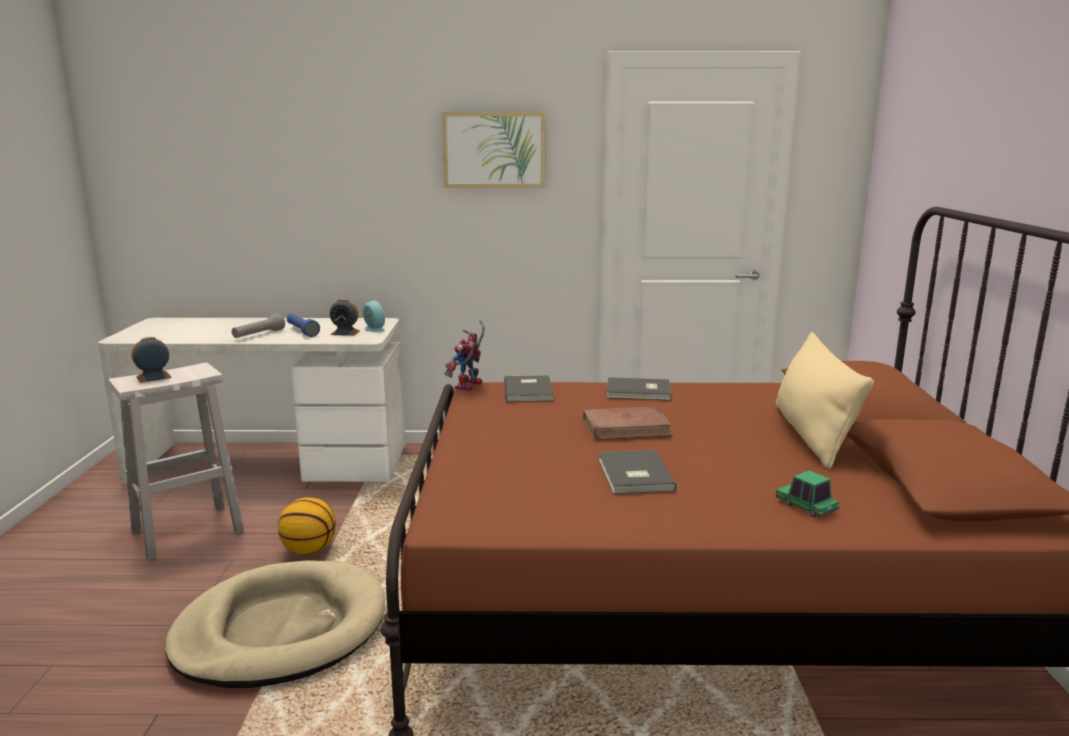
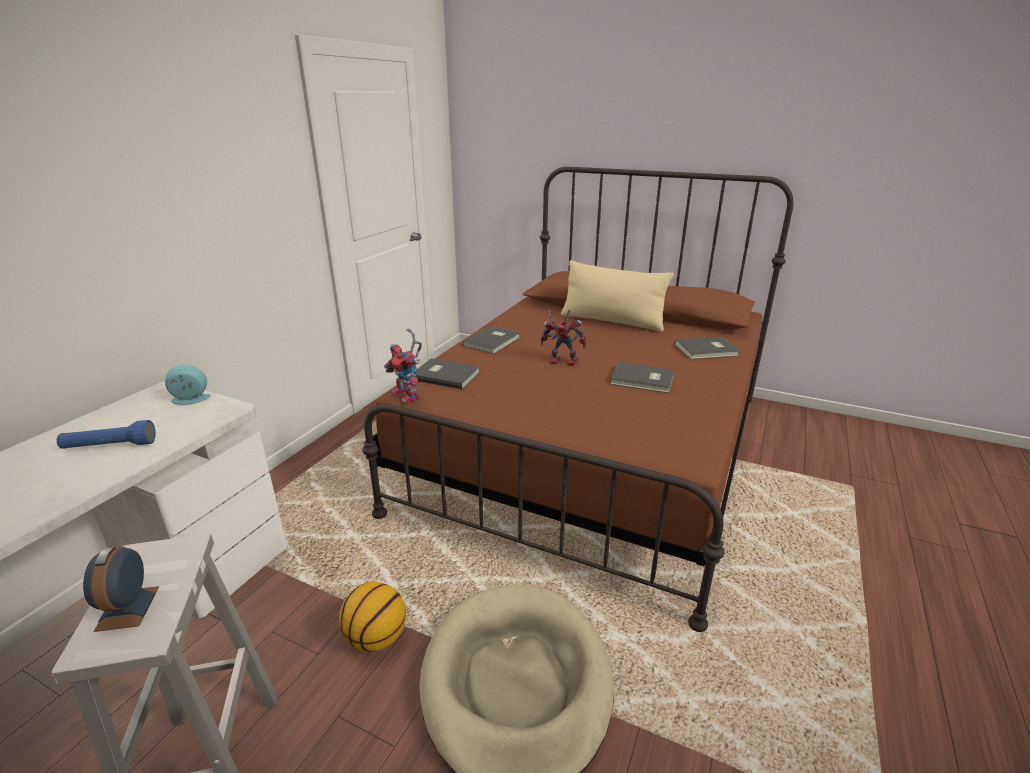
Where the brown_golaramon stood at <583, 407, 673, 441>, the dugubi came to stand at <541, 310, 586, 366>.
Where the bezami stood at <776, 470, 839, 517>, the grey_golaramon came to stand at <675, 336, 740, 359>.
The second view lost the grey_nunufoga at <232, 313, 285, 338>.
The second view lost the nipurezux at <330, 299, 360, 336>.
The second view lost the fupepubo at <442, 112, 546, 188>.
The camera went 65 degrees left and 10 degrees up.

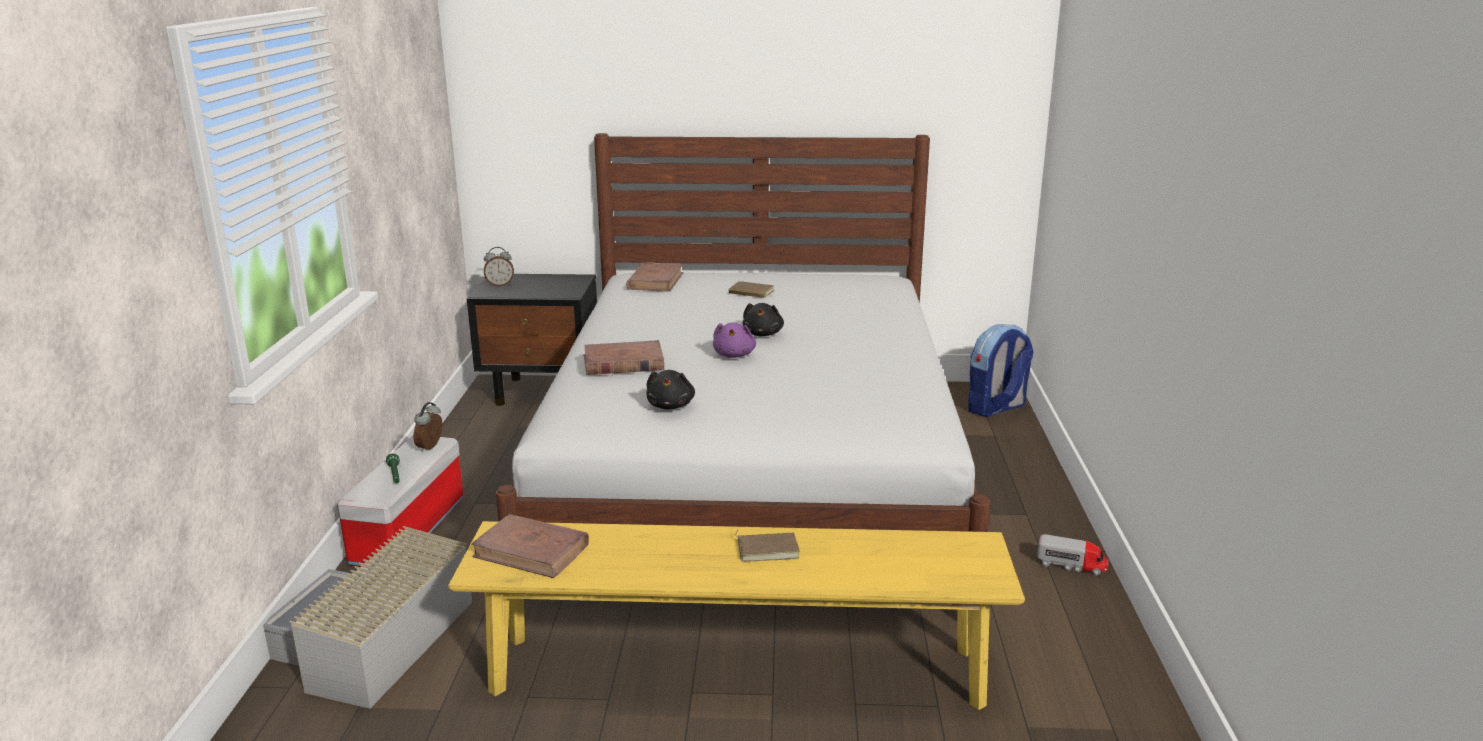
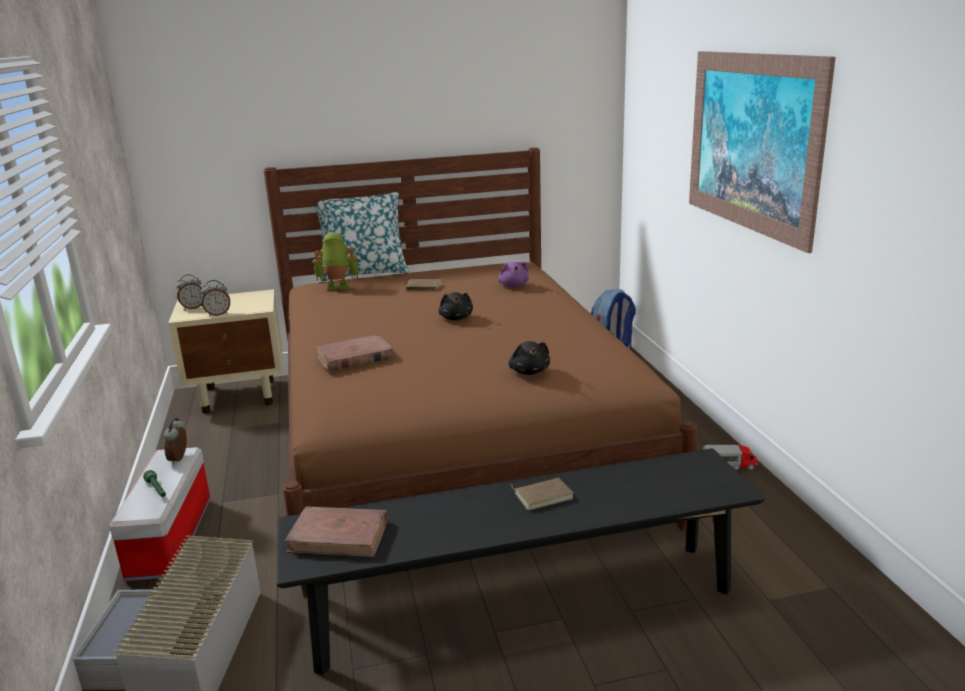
What was the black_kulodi at <467, 274, 597, 406> turned into the beige_kulodi at <168, 289, 282, 413>.
The second view gained the nipurezux at <201, 280, 230, 316>.
What was the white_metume at <496, 133, 990, 532> turned into the brown_metume at <264, 148, 698, 598>.
What was the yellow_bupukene at <448, 521, 1025, 710> turned into the black_bupukene at <277, 448, 765, 676>.
Where the brown_golaramon stood at <626, 263, 684, 292>, the dugubi came to stand at <312, 232, 359, 290>.
The second view gained the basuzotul at <316, 192, 409, 281>.
The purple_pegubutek ended up elsewhere, having gone from <713, 322, 756, 358> to <498, 262, 529, 287>.
The black_pegubutek ended up elsewhere, having gone from <646, 370, 695, 409> to <509, 341, 550, 375>.
The second view gained the fupepubo at <689, 51, 836, 253>.
The camera went 15 degrees left and 0 degrees up.

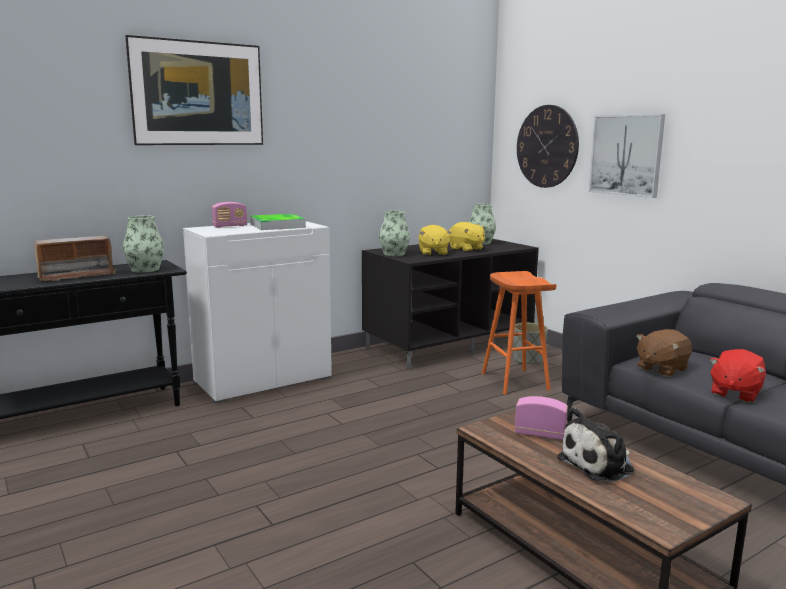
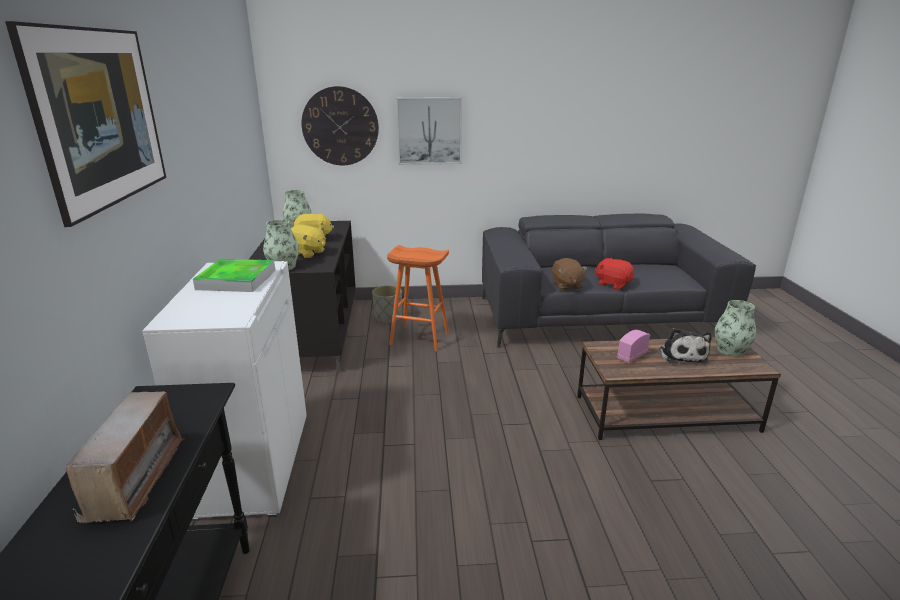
The red_pegubutek at <709, 349, 766, 403> ended up facing another way, 150 degrees clockwise from before.
The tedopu ended up elsewhere, having gone from <123, 216, 164, 273> to <715, 300, 756, 357>.
The second view lost the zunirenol at <212, 202, 247, 228>.
The camera went 60 degrees left and 10 degrees up.

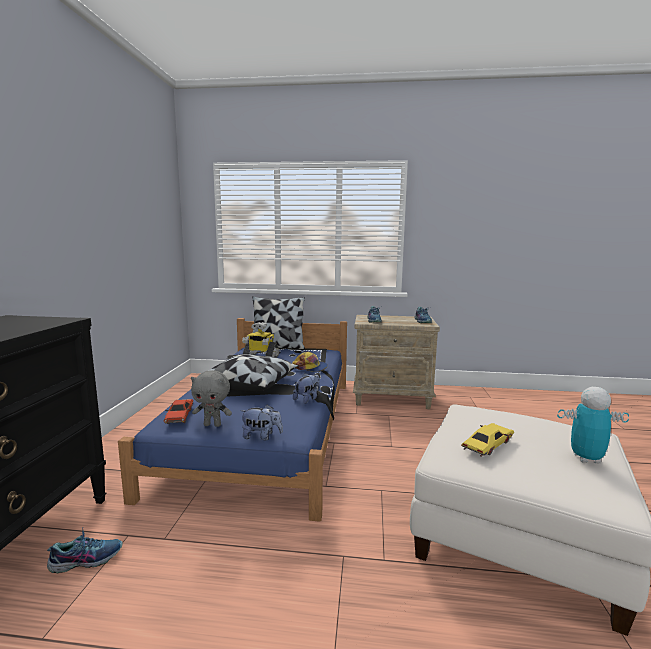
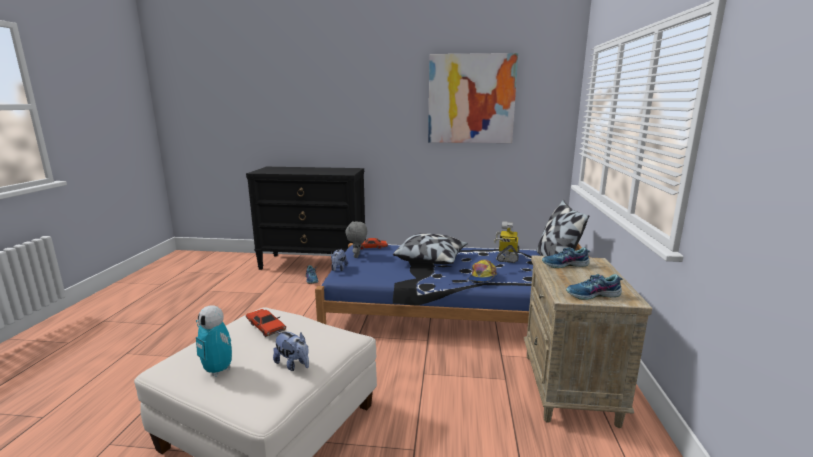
The dugubi at <557, 387, 629, 464> ended up facing another way, 120 degrees clockwise from before.
What was the yellow_bezami at <461, 423, 514, 457> turned into the red_bezami at <246, 309, 286, 337>.
The pegubutek ended up elsewhere, having gone from <293, 373, 320, 404> to <273, 331, 309, 371>.
The second view gained the fupepubo at <428, 53, 518, 143>.
The camera went 90 degrees right and 5 degrees up.

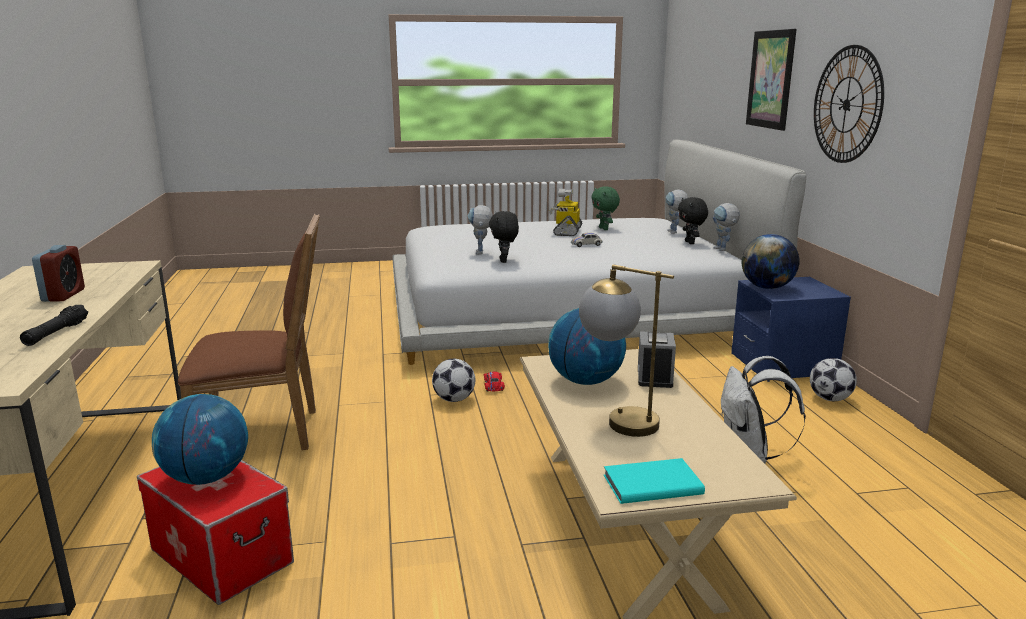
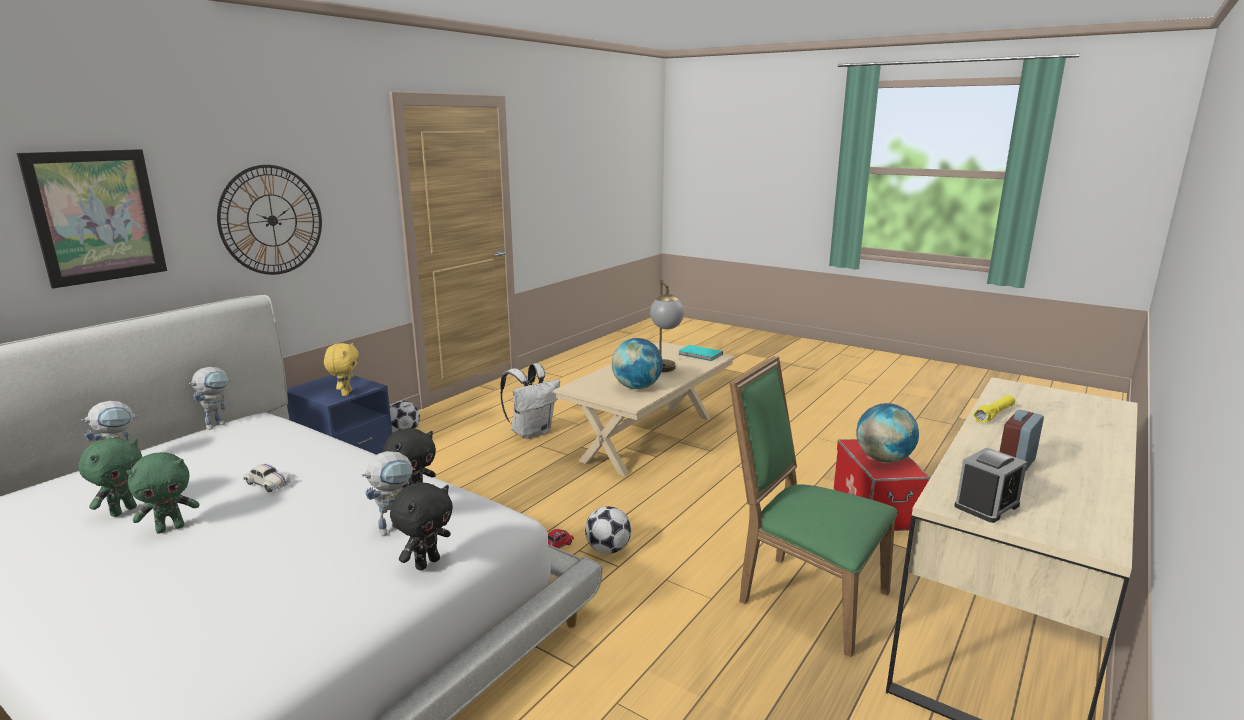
Where the dugubi stood at <549, 189, 582, 236>, the green_pegubutek came to stand at <126, 452, 199, 533>.
Where the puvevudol stood at <742, 234, 799, 289>, the yellow_pegubutek came to stand at <324, 343, 359, 396>.
The black_pegubutek ended up elsewhere, having gone from <678, 197, 708, 244> to <390, 482, 453, 570>.
What was the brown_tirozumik at <178, 214, 320, 450> turned into the green_tirozumik at <730, 356, 897, 657>.
The nipurezux ended up elsewhere, having gone from <638, 331, 676, 388> to <954, 447, 1027, 523>.
What was the black_nunufoga at <20, 305, 88, 346> turned into the yellow_nunufoga at <973, 395, 1015, 423>.
The camera went 135 degrees left and 0 degrees up.

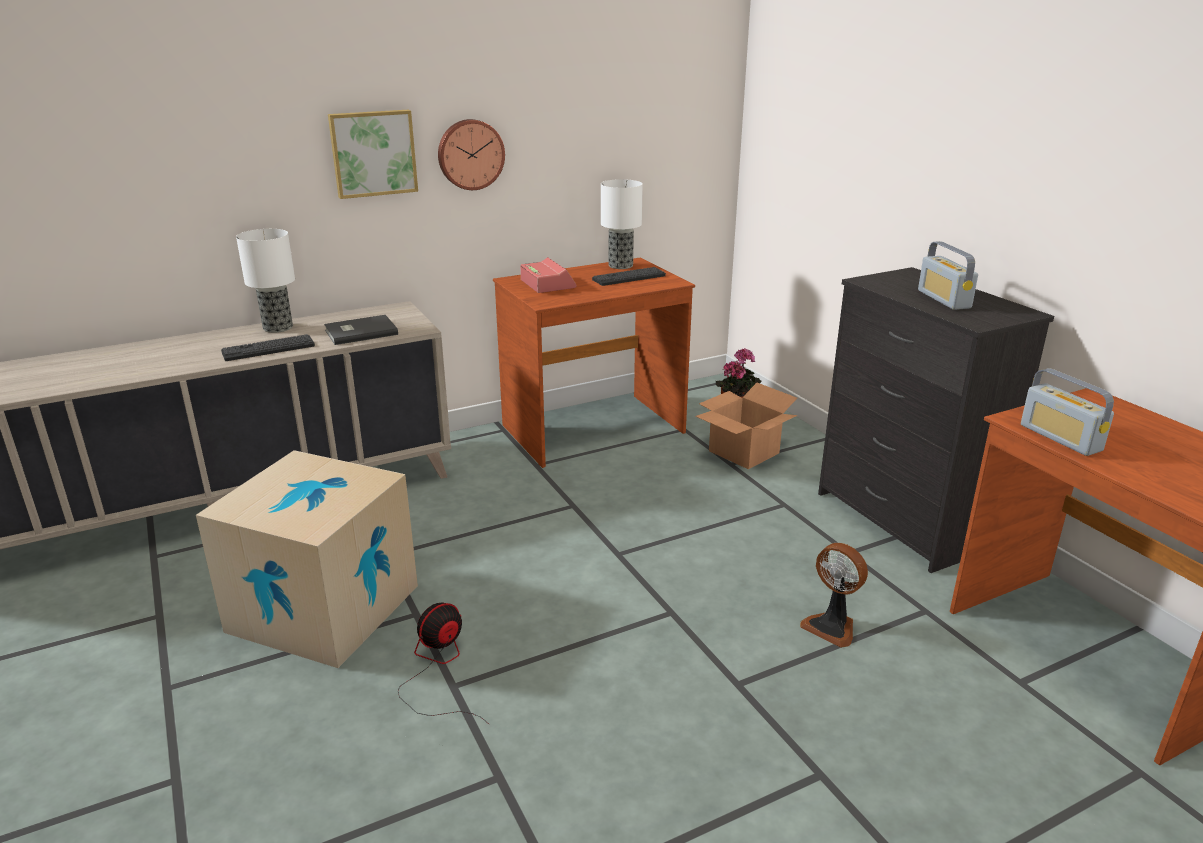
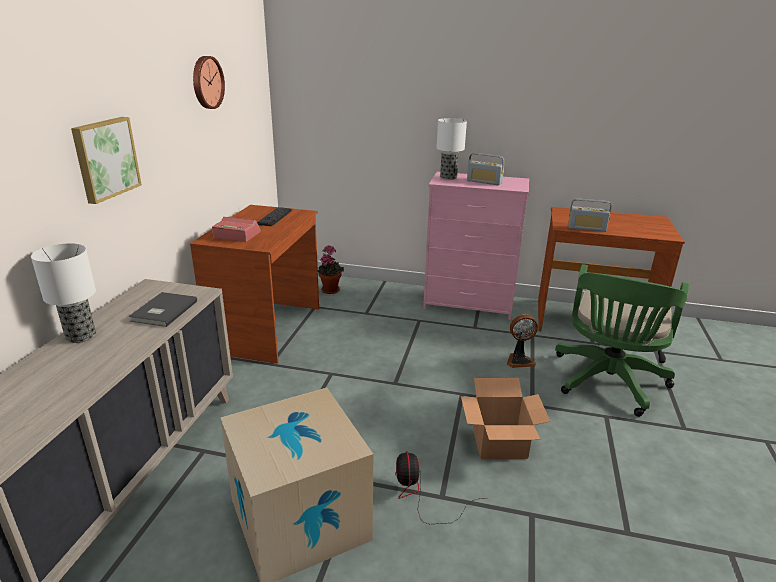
The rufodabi ended up elsewhere, having gone from <438, 119, 505, 190> to <193, 56, 225, 109>.
What was the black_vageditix at <818, 267, 1054, 573> turned into the pink_vageditix at <423, 172, 529, 320>.
The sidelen ended up elsewhere, having gone from <601, 179, 643, 269> to <436, 118, 467, 180>.
The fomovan ended up elsewhere, having gone from <695, 383, 797, 469> to <461, 378, 551, 459>.
The second view gained the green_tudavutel at <555, 264, 689, 417>.
The second view lost the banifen at <221, 334, 315, 361>.
The camera went 50 degrees left and 0 degrees up.

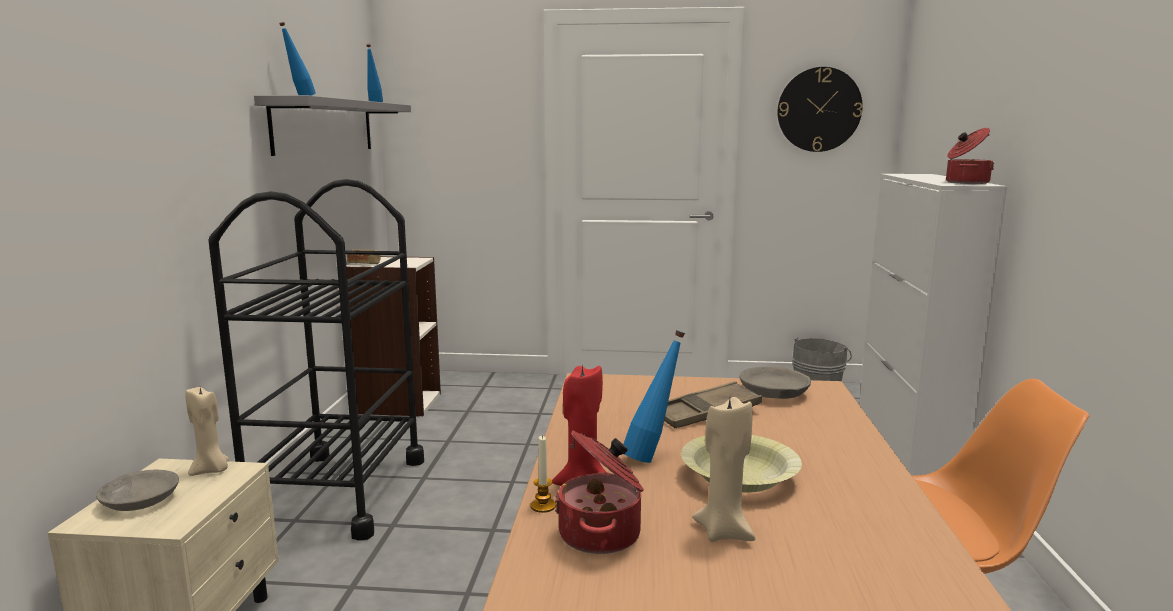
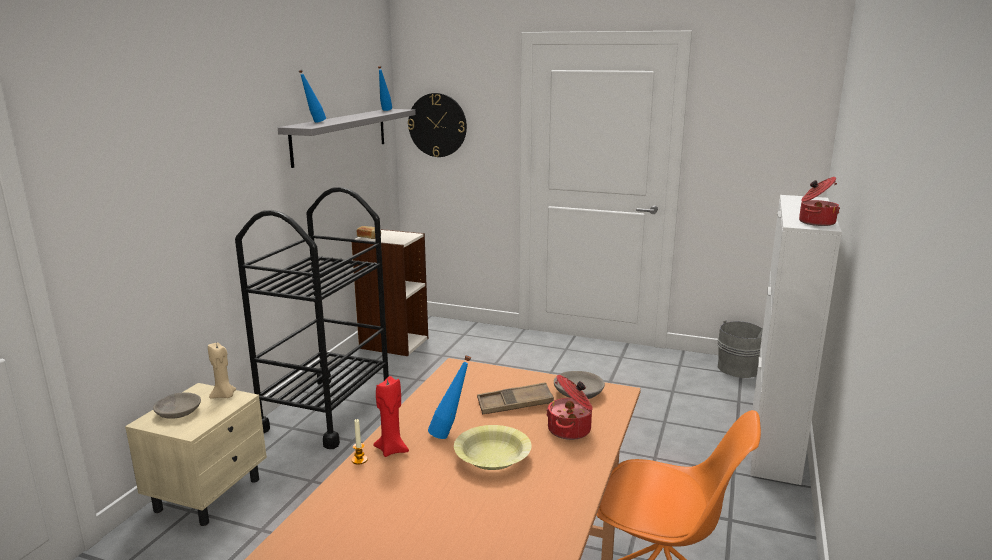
The rufodabi ended up elsewhere, having gone from <777, 67, 863, 152> to <408, 93, 467, 157>.
The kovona ended up elsewhere, having gone from <555, 431, 644, 554> to <546, 375, 593, 440>.
The second view lost the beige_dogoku at <692, 397, 756, 542>.
The camera went 15 degrees right and 5 degrees up.

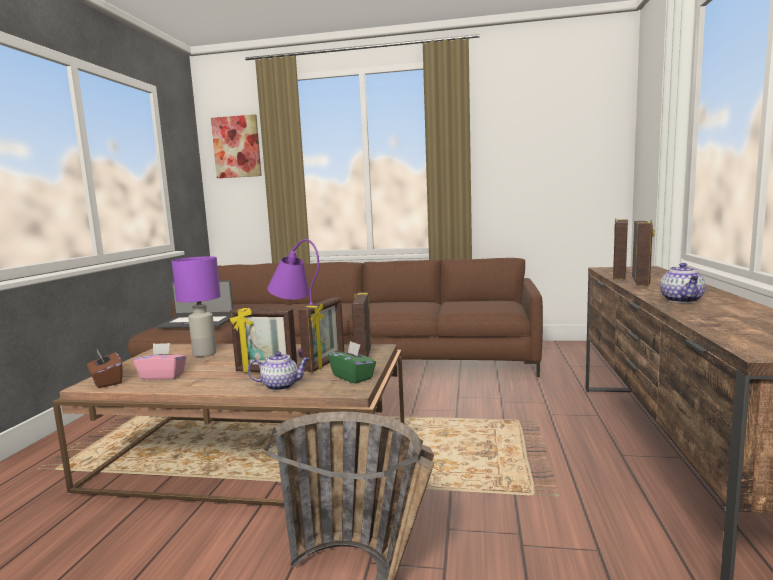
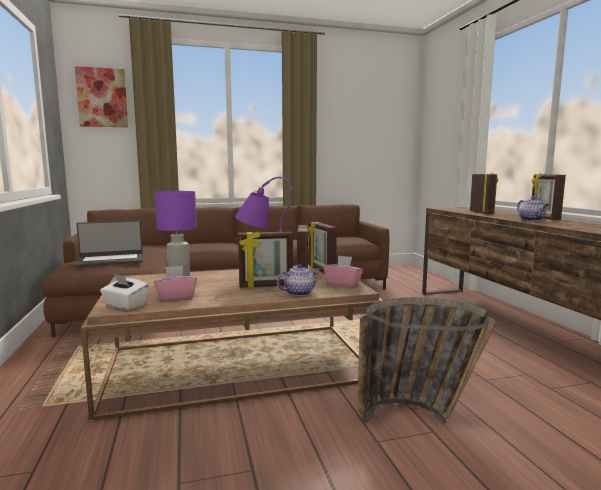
What was the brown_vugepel at <87, 349, 123, 388> turned into the white_vugepel at <100, 274, 149, 310>.
What was the green_vugepel at <328, 341, 376, 384> turned into the pink_vugepel at <323, 255, 363, 287>.
The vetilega ended up elsewhere, having gone from <613, 218, 628, 279> to <532, 173, 566, 220>.
The camera went 25 degrees left and 0 degrees up.

